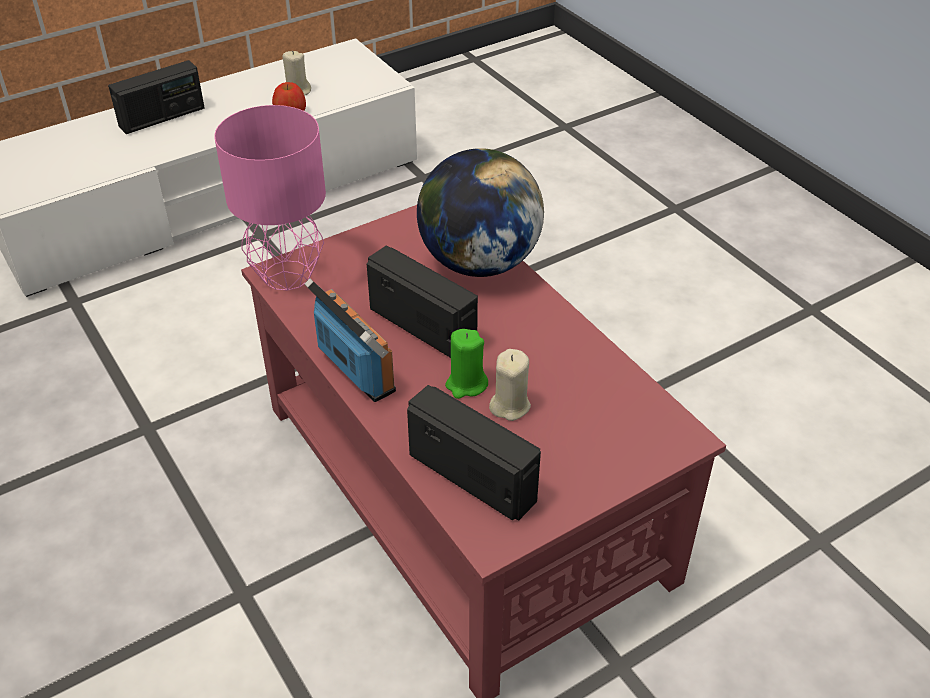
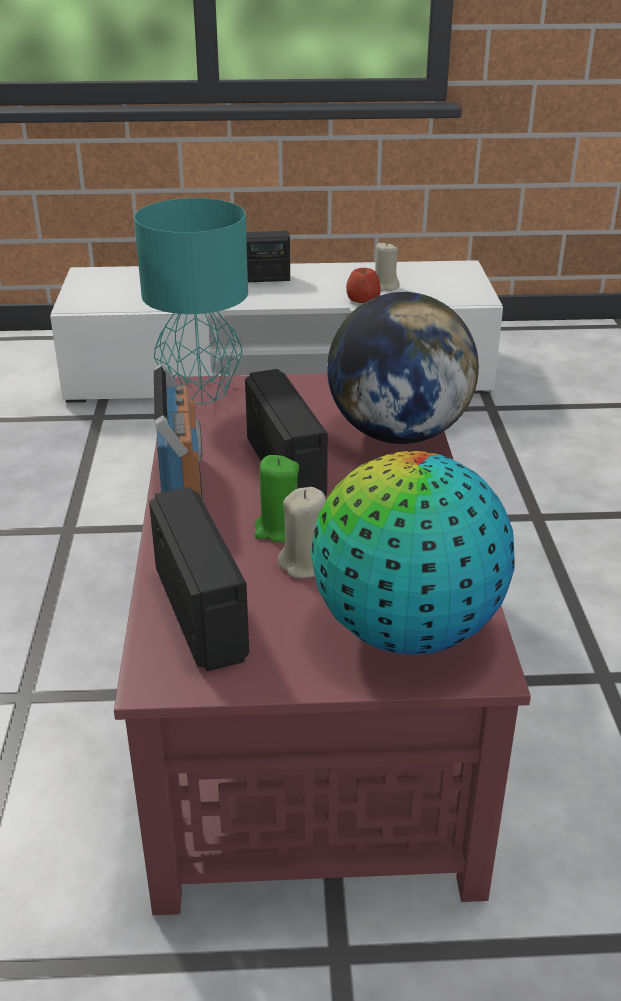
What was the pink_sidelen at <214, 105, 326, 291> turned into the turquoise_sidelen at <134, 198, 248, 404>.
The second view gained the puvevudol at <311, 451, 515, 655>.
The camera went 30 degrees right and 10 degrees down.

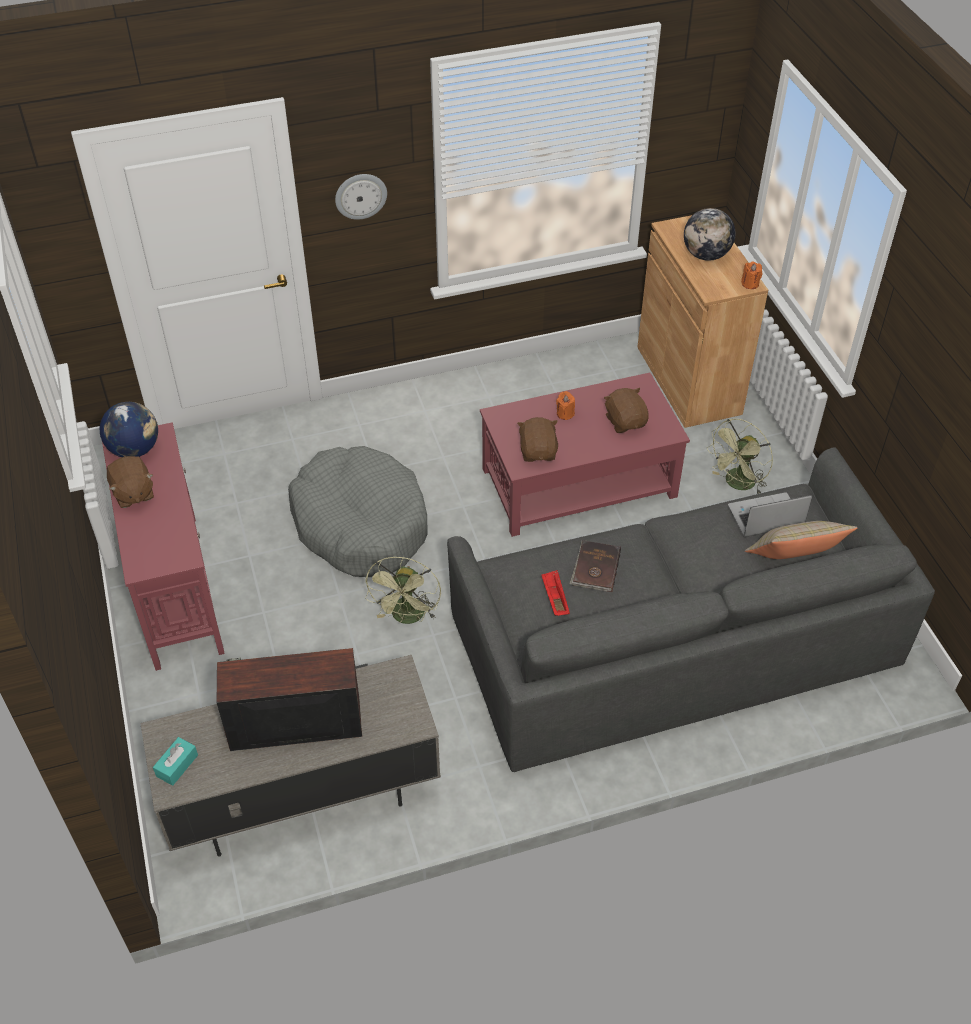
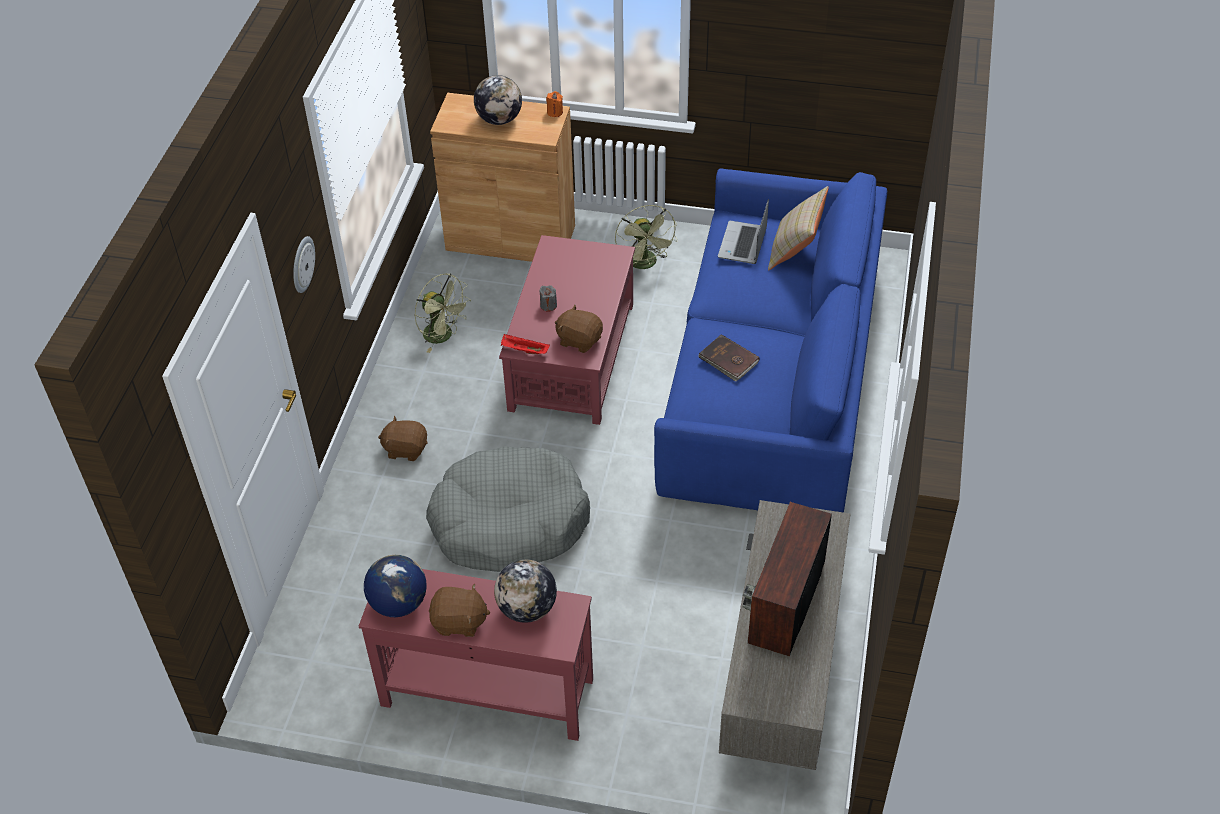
The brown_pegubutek ended up elsewhere, having gone from <604, 388, 649, 433> to <378, 416, 427, 461>.
The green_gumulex ended up elsewhere, having gone from <365, 557, 441, 624> to <414, 273, 470, 353>.
The second view gained the puvevudol at <494, 560, 557, 623>.
The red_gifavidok ended up elsewhere, having gone from <541, 570, 570, 616> to <501, 334, 550, 354>.
What was the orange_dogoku at <556, 391, 575, 420> turned into the grey_dogoku at <539, 285, 557, 312>.
What was the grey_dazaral at <447, 447, 935, 772> turned into the blue_dazaral at <654, 169, 887, 513>.
The second view lost the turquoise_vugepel at <153, 737, 198, 786>.
The camera went 60 degrees left and 0 degrees up.

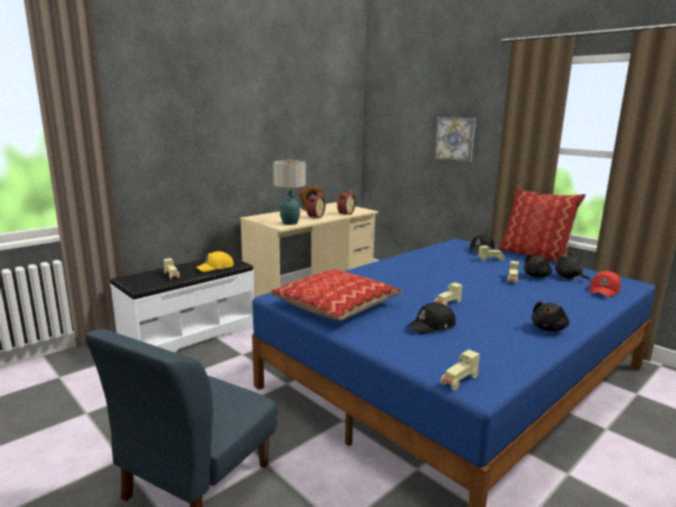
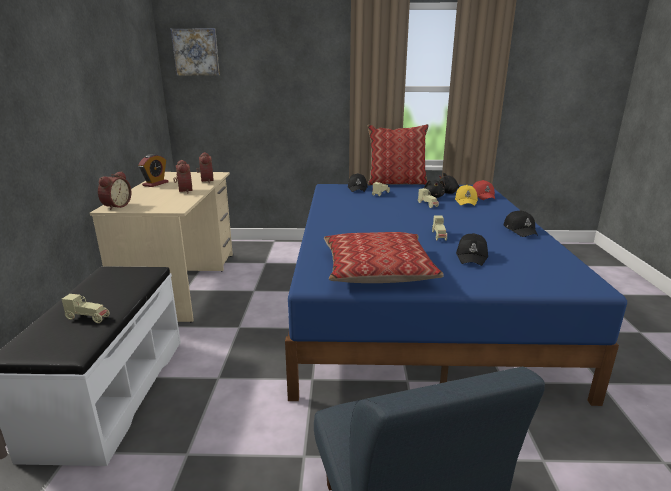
The second view gained the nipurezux at <98, 171, 131, 210>.
The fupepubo ended up elsewhere, having gone from <435, 117, 476, 162> to <171, 28, 220, 76>.
The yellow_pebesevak ended up elsewhere, having gone from <196, 251, 234, 272> to <455, 185, 478, 206>.
Where the black_pegubutek stood at <532, 301, 569, 331>, the black_pebesevak came to stand at <504, 210, 538, 237>.
The second view lost the sidelen at <273, 160, 306, 225>.
The second view lost the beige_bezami at <440, 350, 480, 391>.
The camera went 45 degrees left and 5 degrees up.

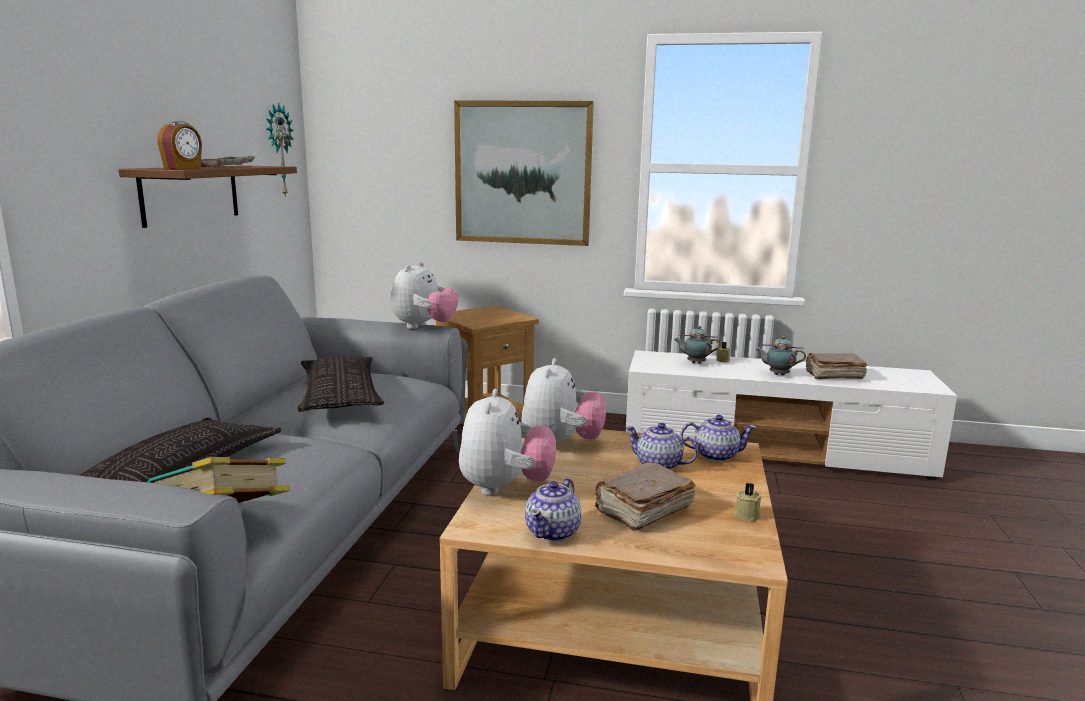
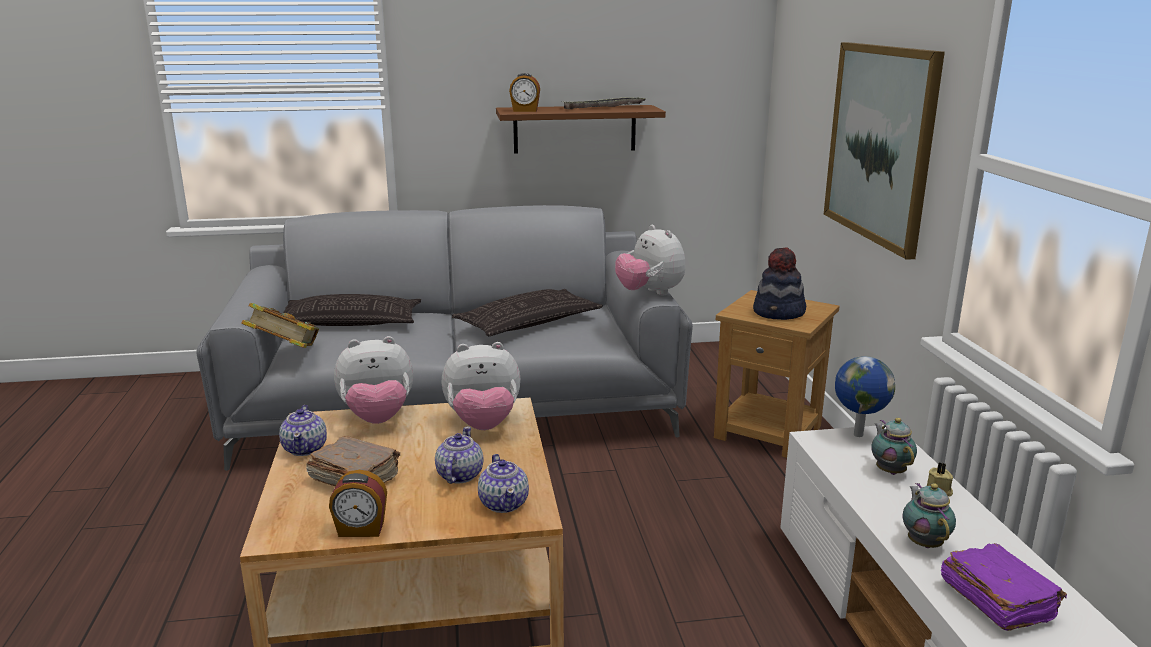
The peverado at <525, 478, 581, 542> ended up facing another way, 105 degrees counterclockwise from before.
Where the beige_dogoku stood at <733, 483, 761, 522>, the nipurezux came to stand at <329, 470, 387, 537>.
The pegubutek at <390, 261, 459, 329> ended up facing another way, 60 degrees clockwise from before.
The second view gained the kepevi at <753, 247, 806, 320>.
The second view gained the puvevudol at <835, 356, 895, 437>.
What was the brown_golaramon at <806, 353, 867, 379> turned into the purple_golaramon at <941, 543, 1067, 631>.
The second view lost the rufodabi at <266, 102, 294, 198>.
The camera went 70 degrees right and 5 degrees up.

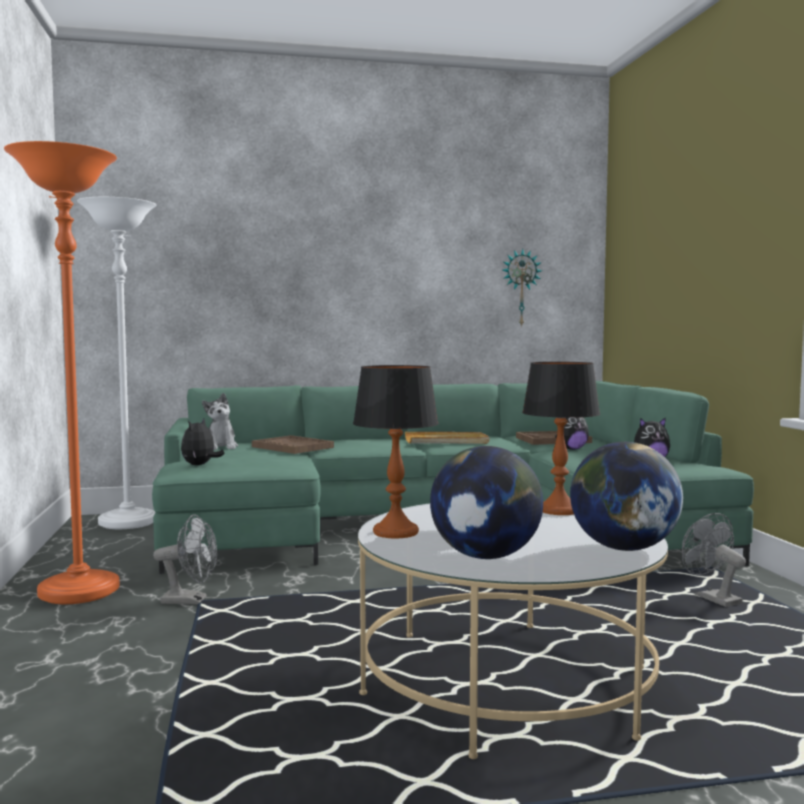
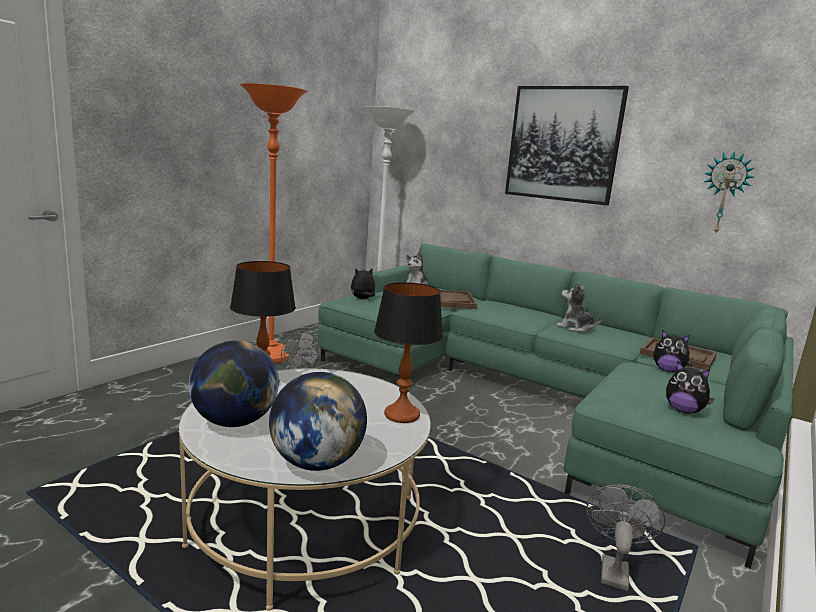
The second view gained the fupepubo at <505, 86, 629, 206>.
Where the beige_gifavidok stood at <405, 432, 489, 444>, the pegubutek came to stand at <557, 282, 603, 332>.
The camera went 45 degrees right and 10 degrees up.

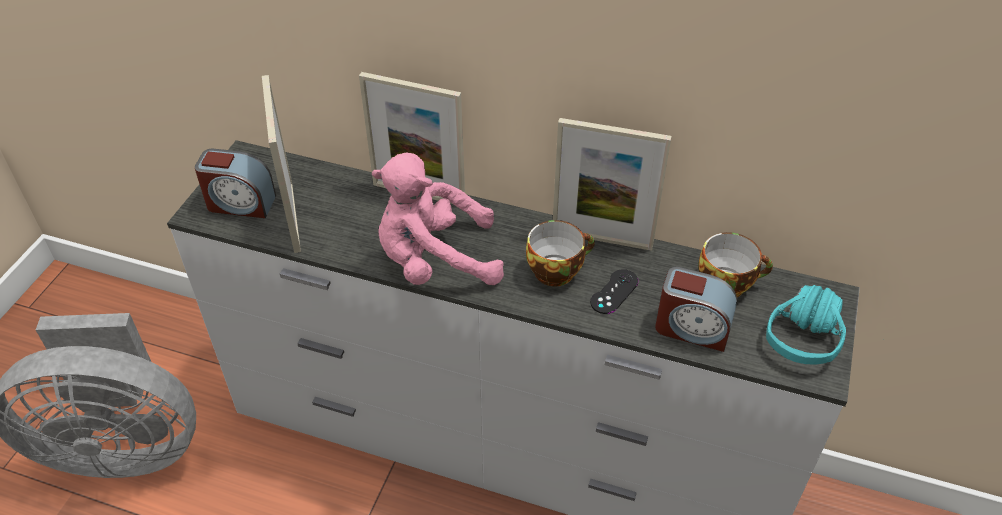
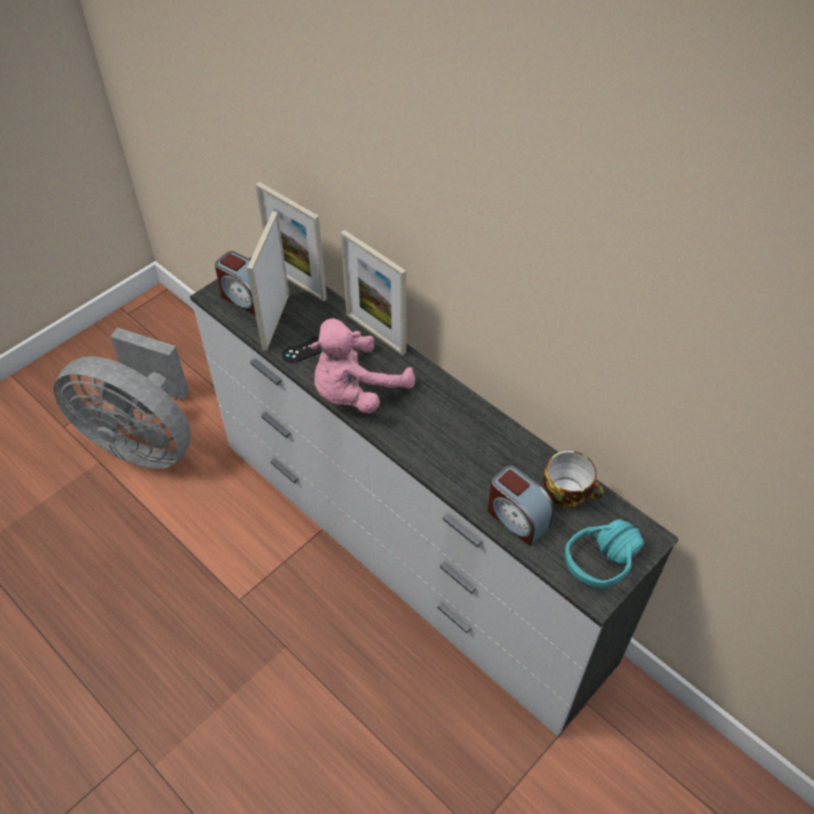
The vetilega ended up elsewhere, having gone from <553, 118, 672, 251> to <256, 182, 327, 302>.
The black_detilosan ended up elsewhere, having gone from <590, 270, 638, 314> to <282, 336, 322, 363>.
The pink_pegubutek at <372, 152, 504, 285> ended up facing another way, 60 degrees counterclockwise from before.
The second view lost the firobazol at <526, 220, 595, 287>.
The camera went 25 degrees right and 5 degrees up.

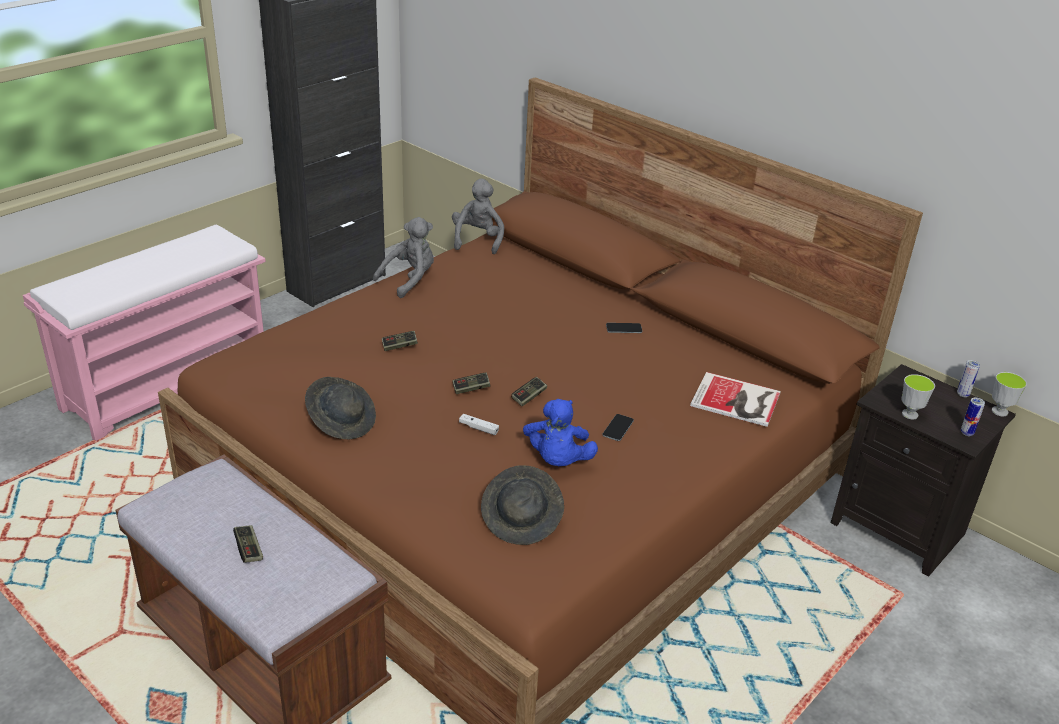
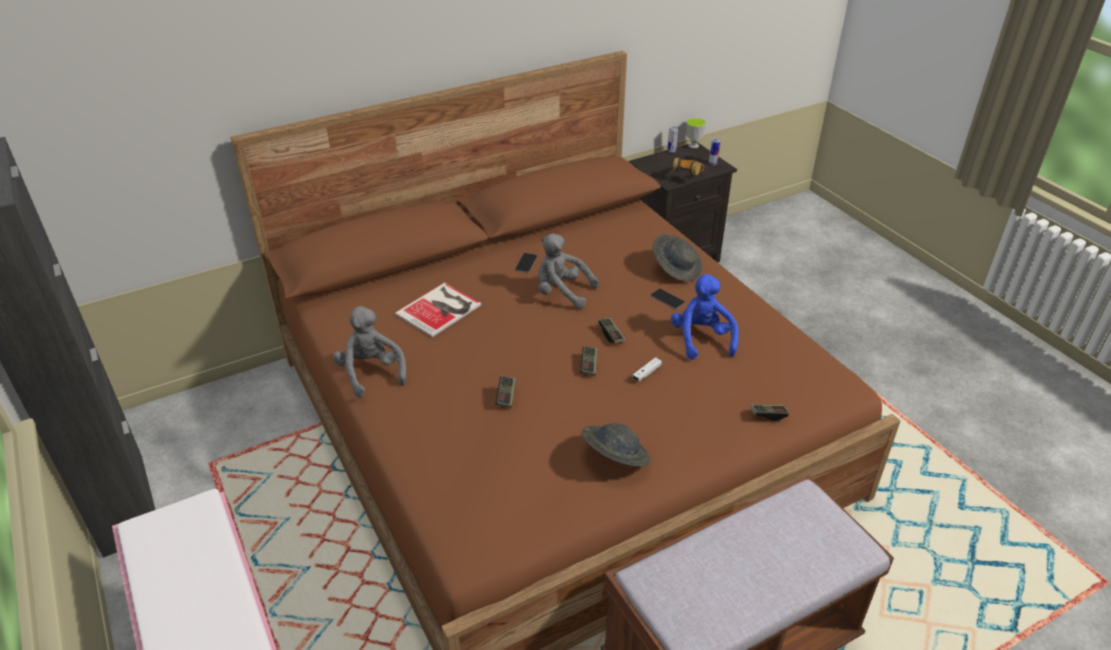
The golaramon ended up elsewhere, having gone from <690, 372, 781, 427> to <395, 283, 481, 337>.
The grey_pegubutek ended up elsewhere, having gone from <452, 178, 504, 254> to <538, 233, 598, 309>.
The grey_kepevi ended up elsewhere, having gone from <481, 465, 564, 545> to <653, 234, 702, 281>.
The blue_pegubutek at <523, 399, 598, 466> ended up facing another way, 120 degrees counterclockwise from before.
Where the firobazol stood at <901, 374, 935, 419>, the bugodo came to stand at <672, 158, 704, 175>.
The detilosan ended up elsewhere, having gone from <233, 525, 263, 563> to <750, 404, 789, 421>.
The camera went 70 degrees left and 5 degrees up.

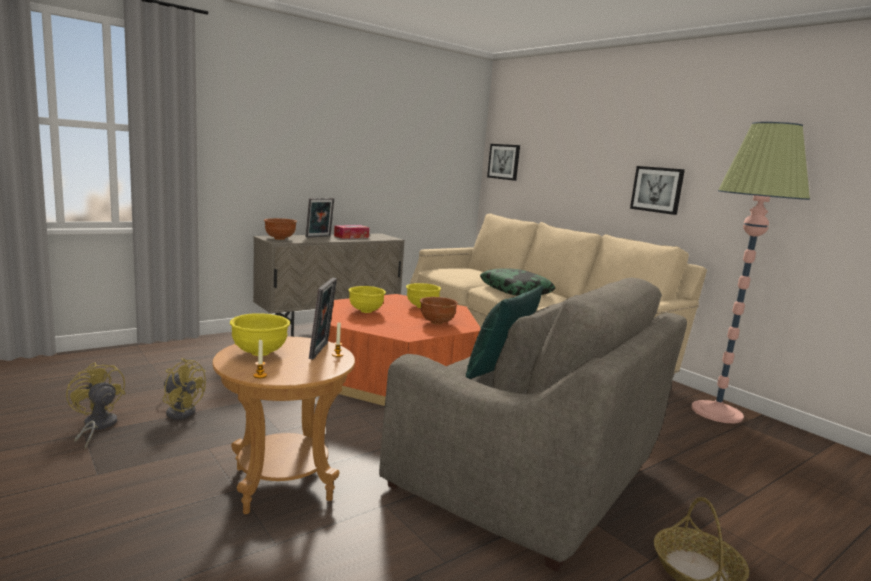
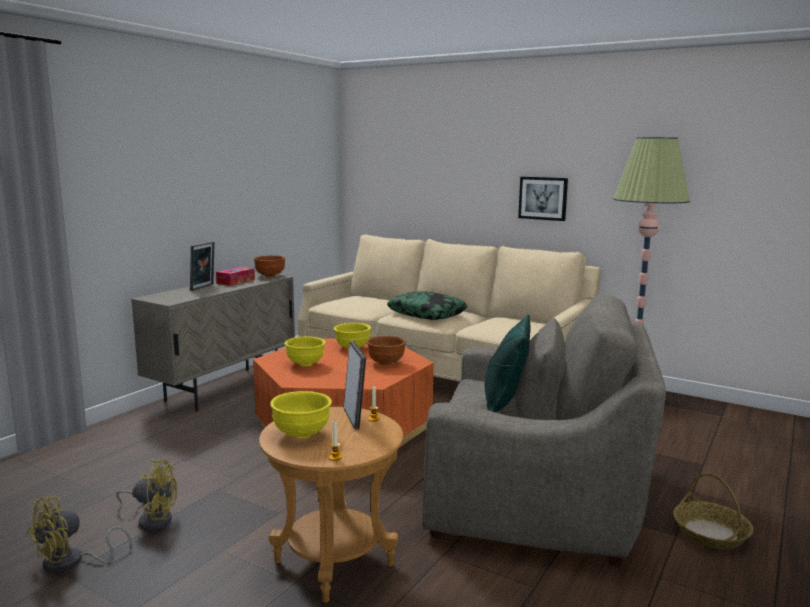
The yellow_gumulex at <66, 362, 125, 450> ended up facing another way, 75 degrees counterclockwise from before.
The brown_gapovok ended up elsewhere, having gone from <264, 218, 297, 240> to <253, 255, 286, 277>.
The second view lost the fupepubo at <487, 144, 520, 181>.
The camera went 20 degrees left and 0 degrees up.

